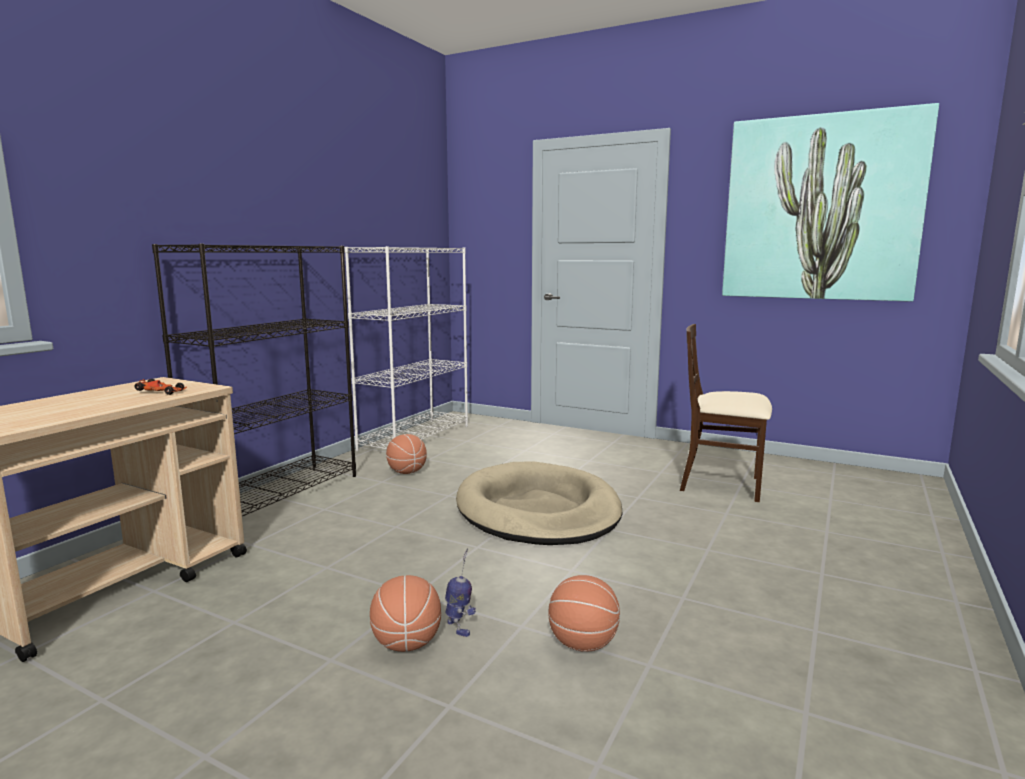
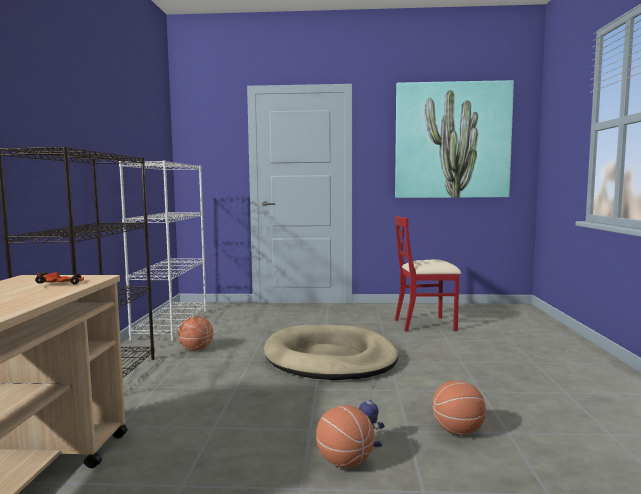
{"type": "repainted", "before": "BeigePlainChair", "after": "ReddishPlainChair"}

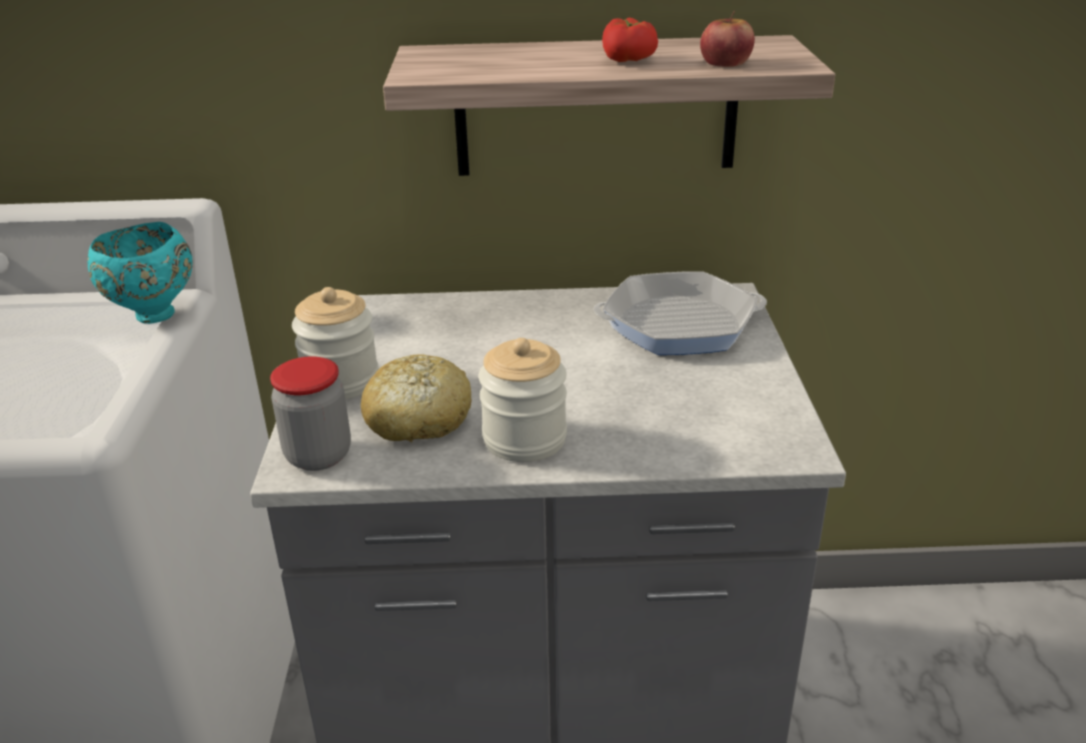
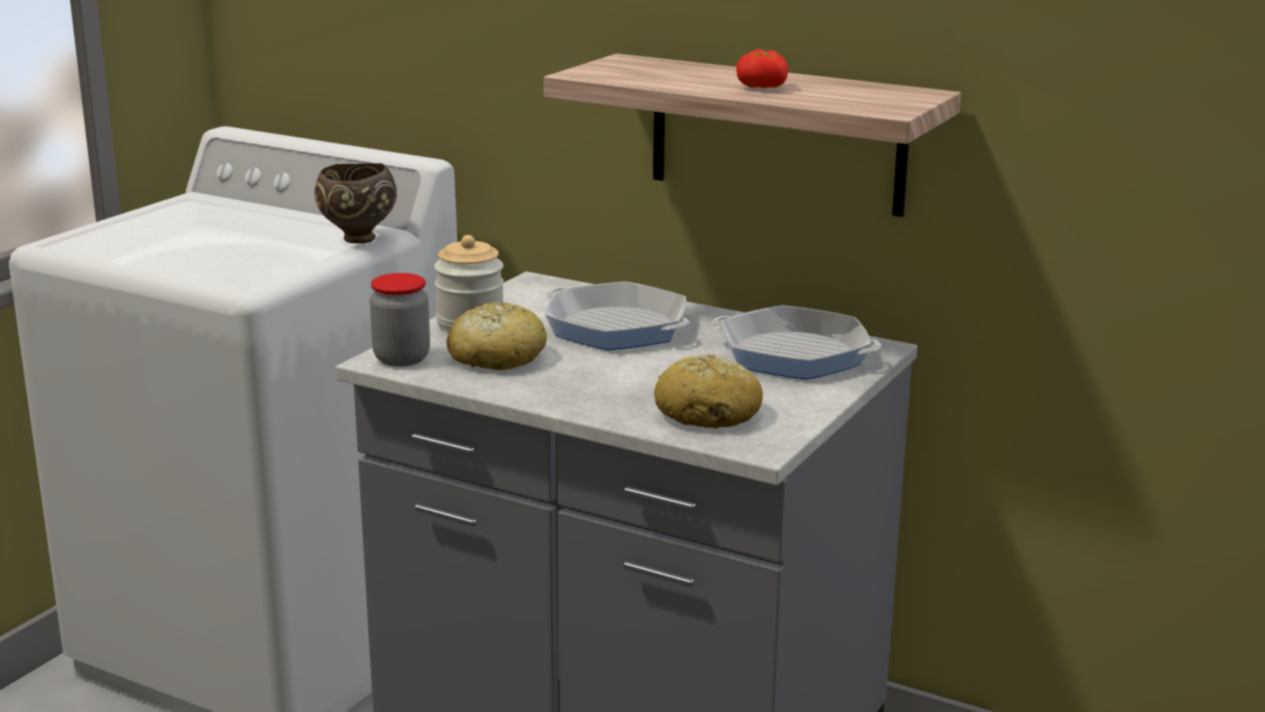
{"type": "gone", "before": "Apple"}
{"type": "repainted", "before": "BlueGreenBowl", "after": "BrownishBowl"}
{"type": "gone", "before": "Jar (no. 3 from left)"}
{"type": "new", "after": "Pan (no. 1 from left)"}
{"type": "new", "after": "BakedBread (no. 2 from left)"}

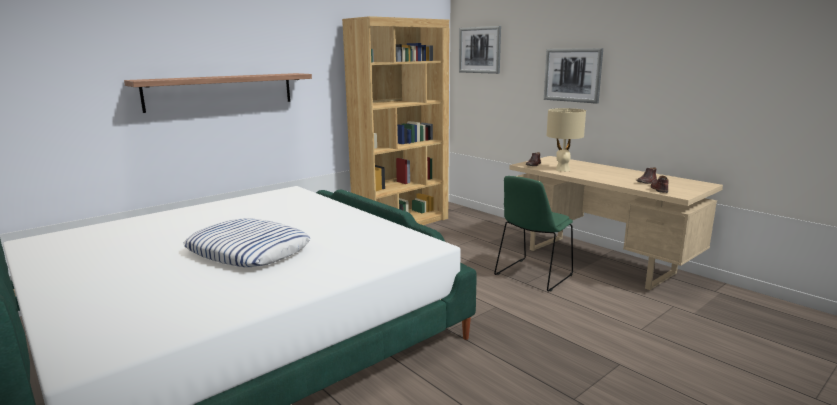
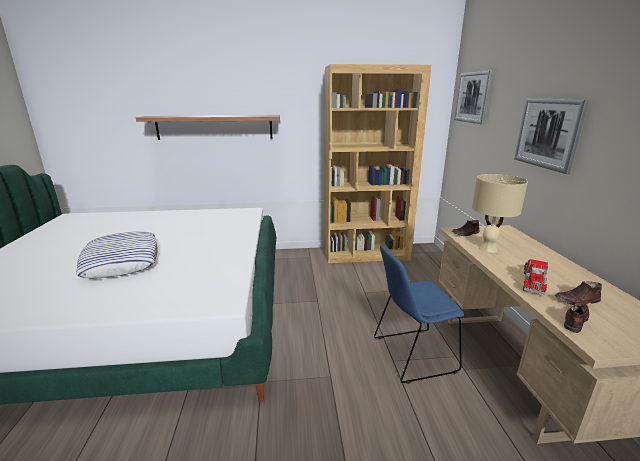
{"type": "repainted", "before": "GreenishPlainChair", "after": "BluishPlainChair"}
{"type": "new", "after": "ToyLorry"}

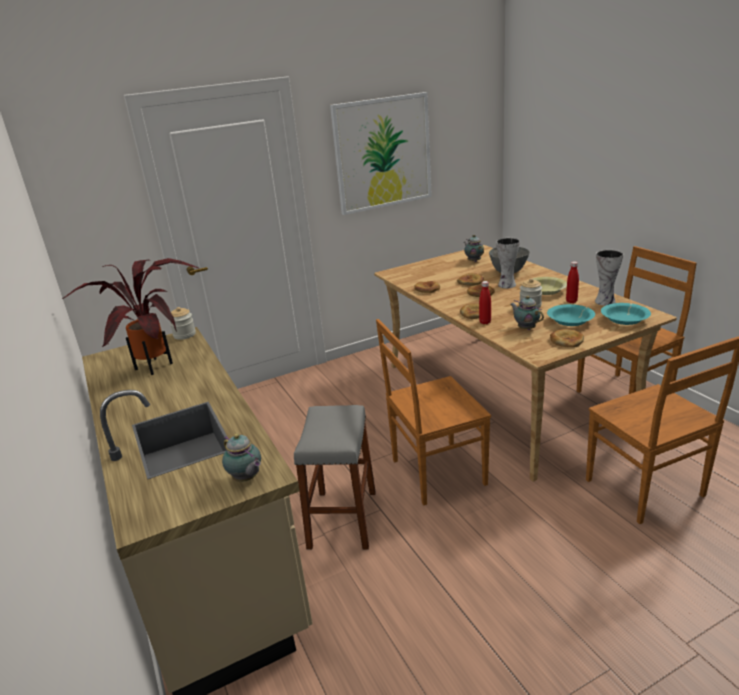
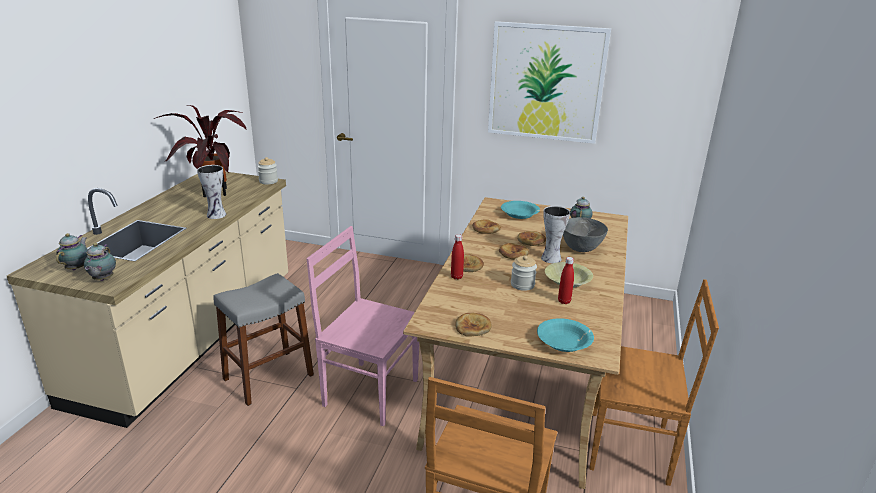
{"type": "shifted", "before": "Vase (no. 2 from left in the first image)", "after": "Vase (no. 1 from left)"}
{"type": "shifted", "before": "Teapot (no. 3 from left in the first image)", "after": "Teapot (no. 1 from left)"}
{"type": "shifted", "before": "BlueGreenBowl (no. 1 from left)"}
{"type": "repainted", "before": "BrownishPlainChair (no. 1 from left)", "after": "PinkPlainChair"}

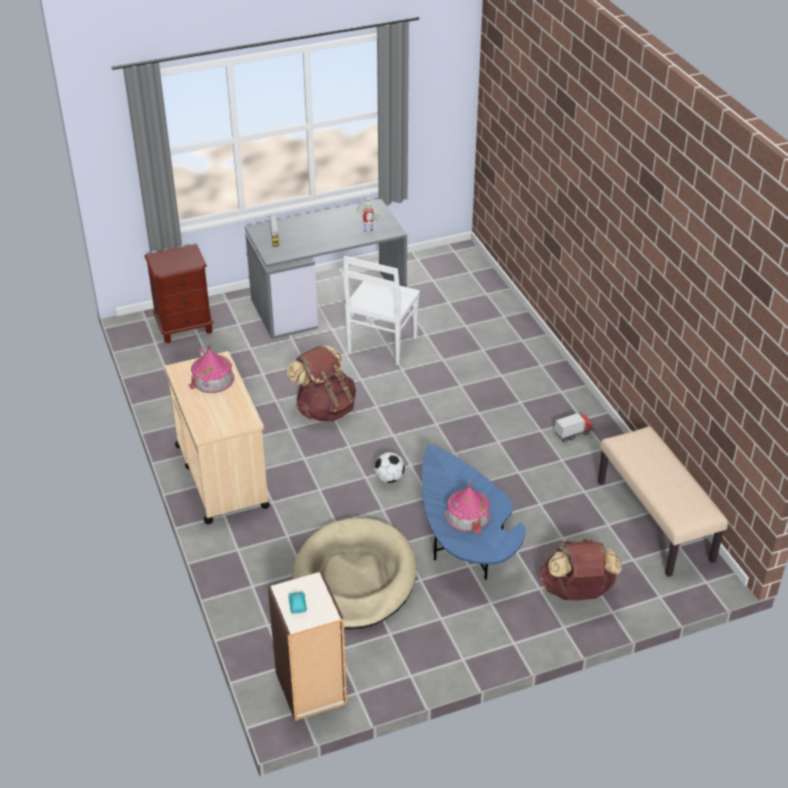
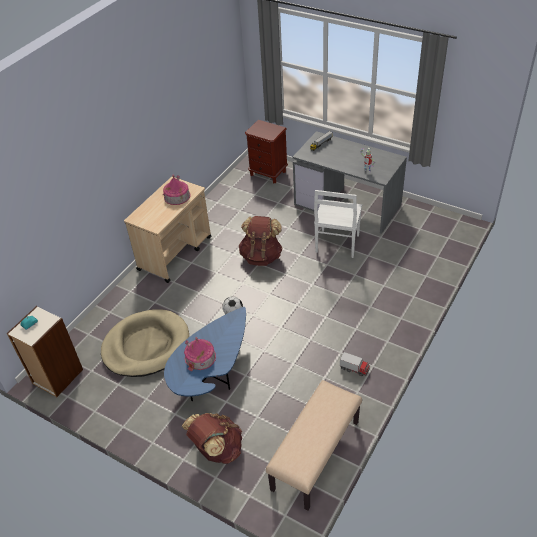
{"type": "rotated", "before": "WhitePlainChair", "turn": -60}

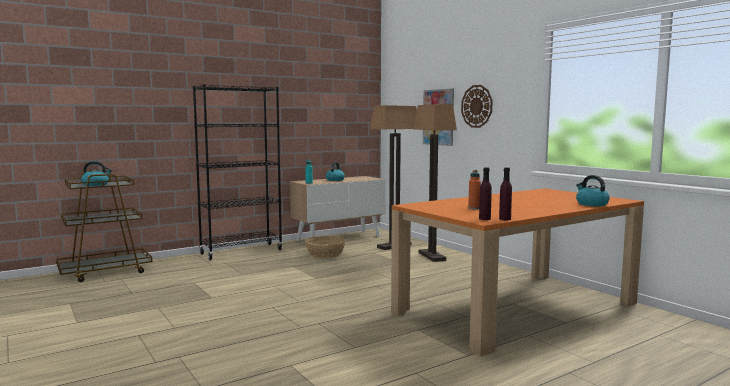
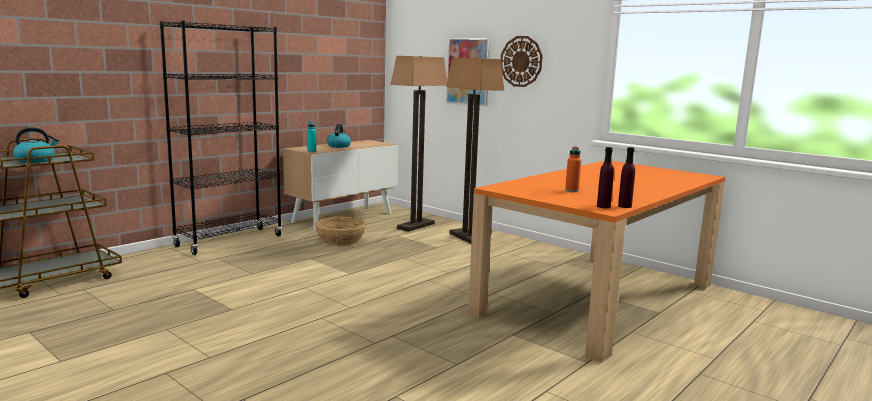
{"type": "gone", "before": "TeaKettle (no. 3 from left)"}

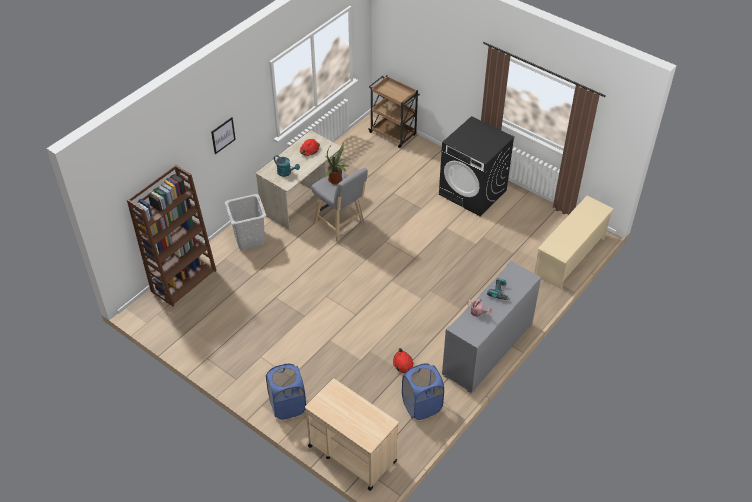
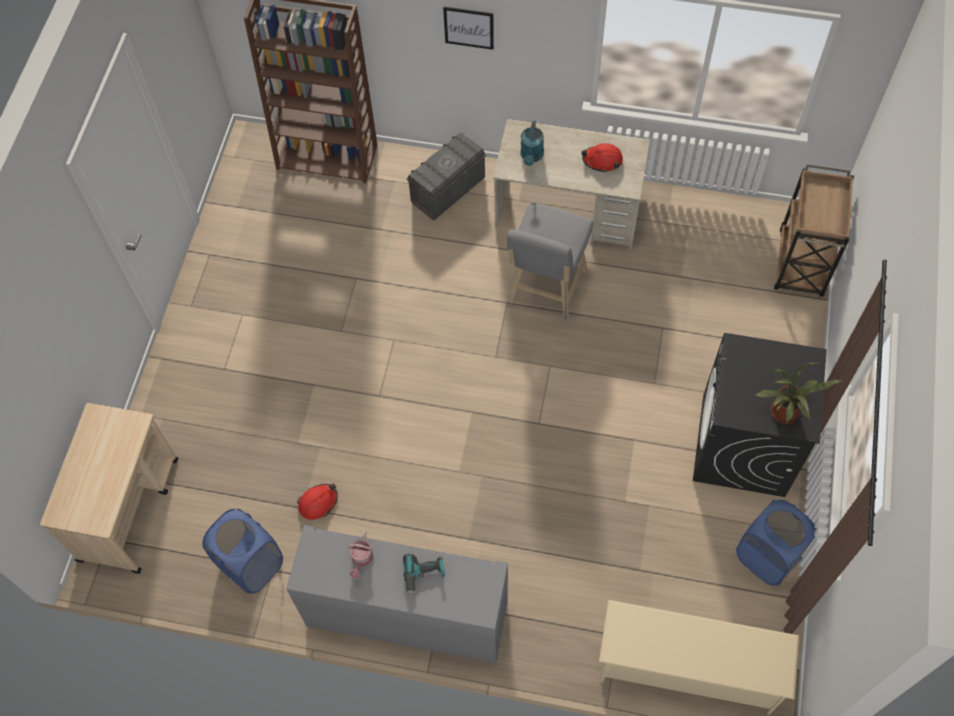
{"type": "shifted", "before": "PottedPlant"}
{"type": "swapped", "before": "GreyishHamper", "after": "GreyishStorageBin"}
{"type": "shifted", "before": "BluishHamper (no. 1 from left in the first image)", "after": "BluishHamper (no. 2 from left)"}

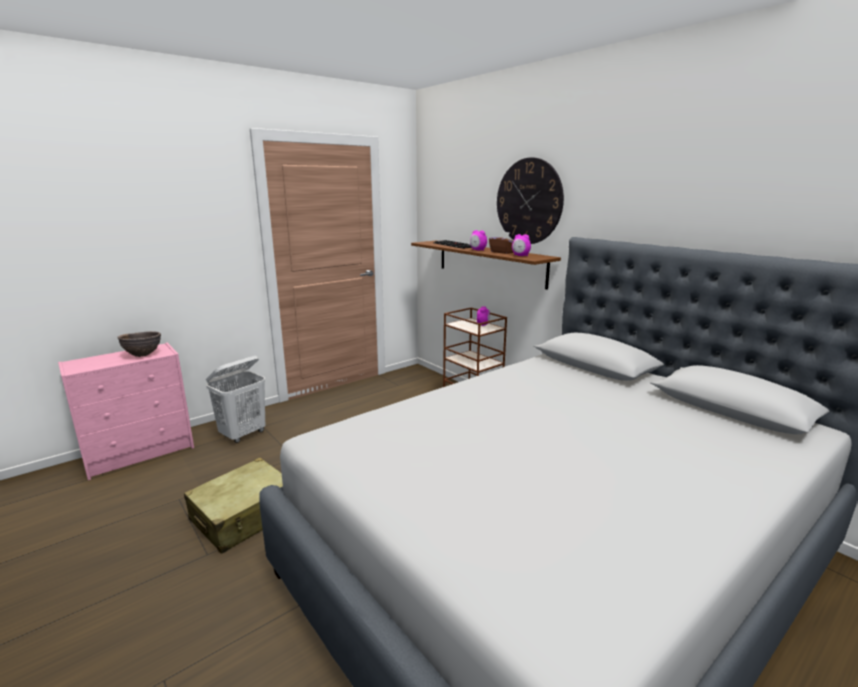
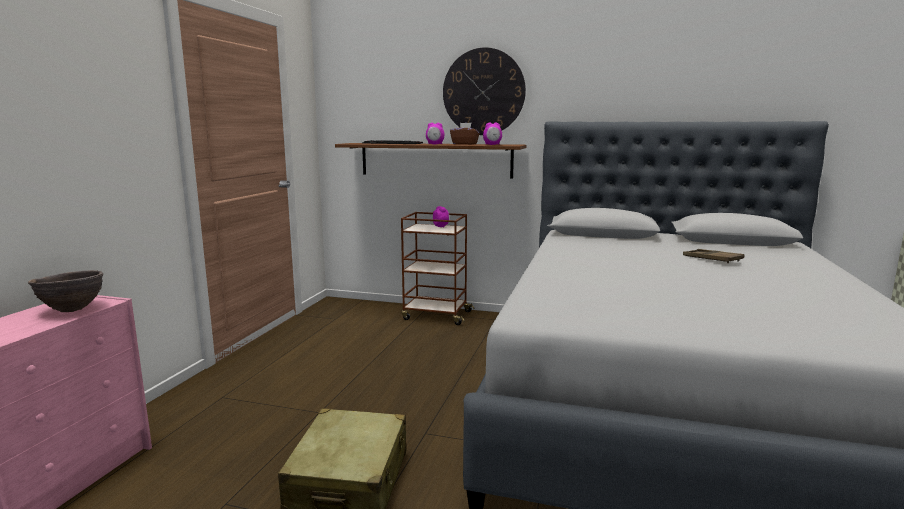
{"type": "gone", "before": "WhiteHamper"}
{"type": "new", "after": "BrownishCarryingTray"}

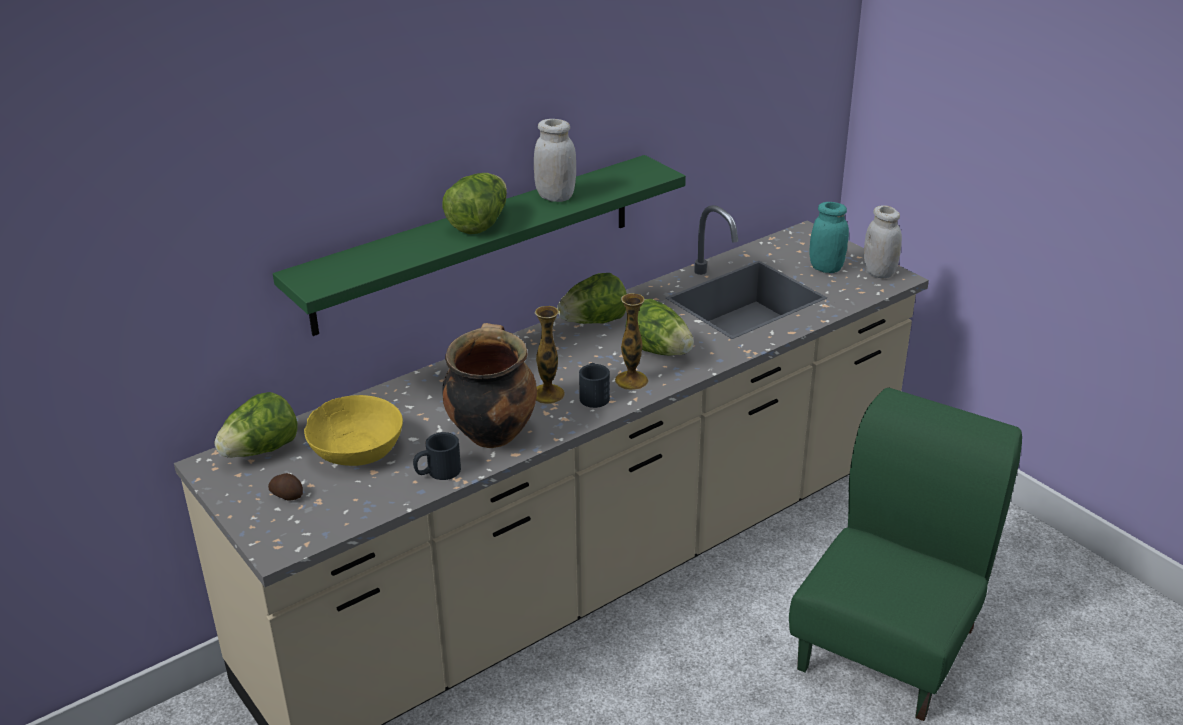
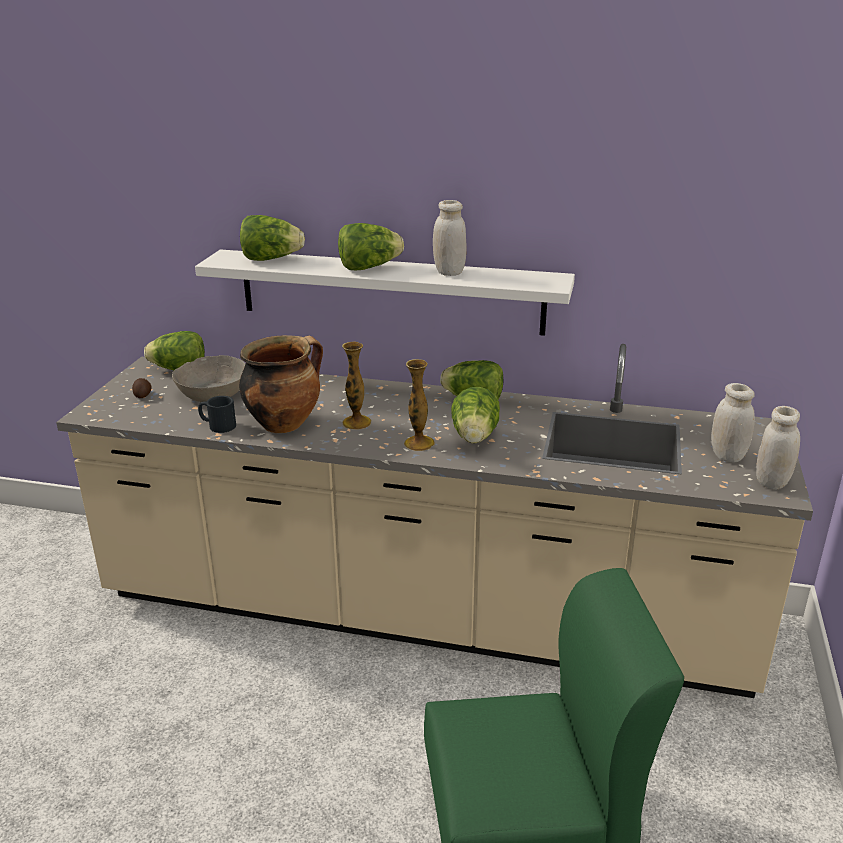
{"type": "repainted", "before": "GreenishBracketShelf", "after": "WhiteBracketShelf"}
{"type": "repainted", "before": "BlueGreenJar", "after": "WhiteJar (no. 2 from left)"}
{"type": "gone", "before": "BlackColouredCoffeeMug (no. 2 from left)"}
{"type": "repainted", "before": "YellowBowl", "after": "GreyishBowl"}
{"type": "new", "after": "LettuceHead (no. 2 from left)"}

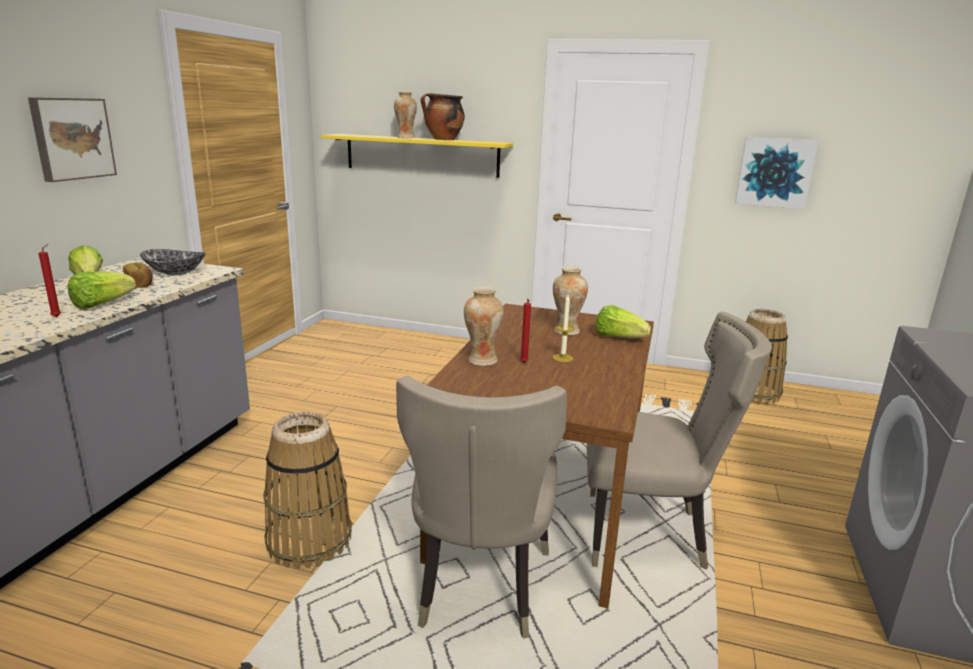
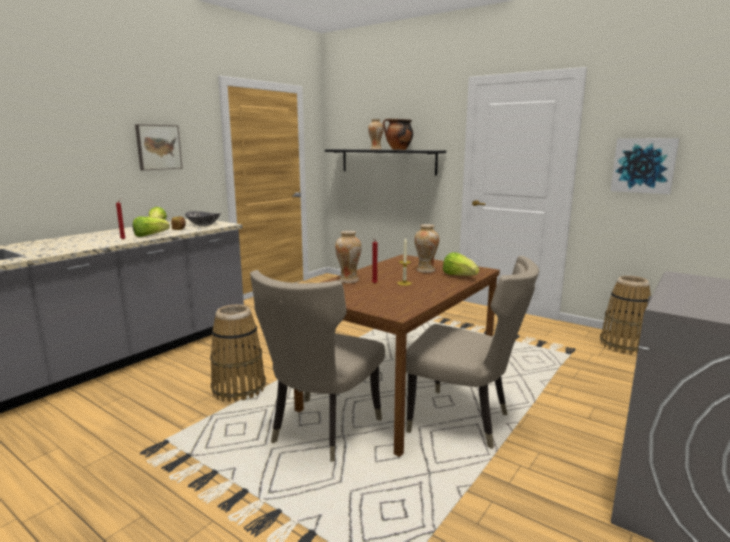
{"type": "repainted", "before": "YellowBracketShelf", "after": "BlackColouredBracketShelf"}

